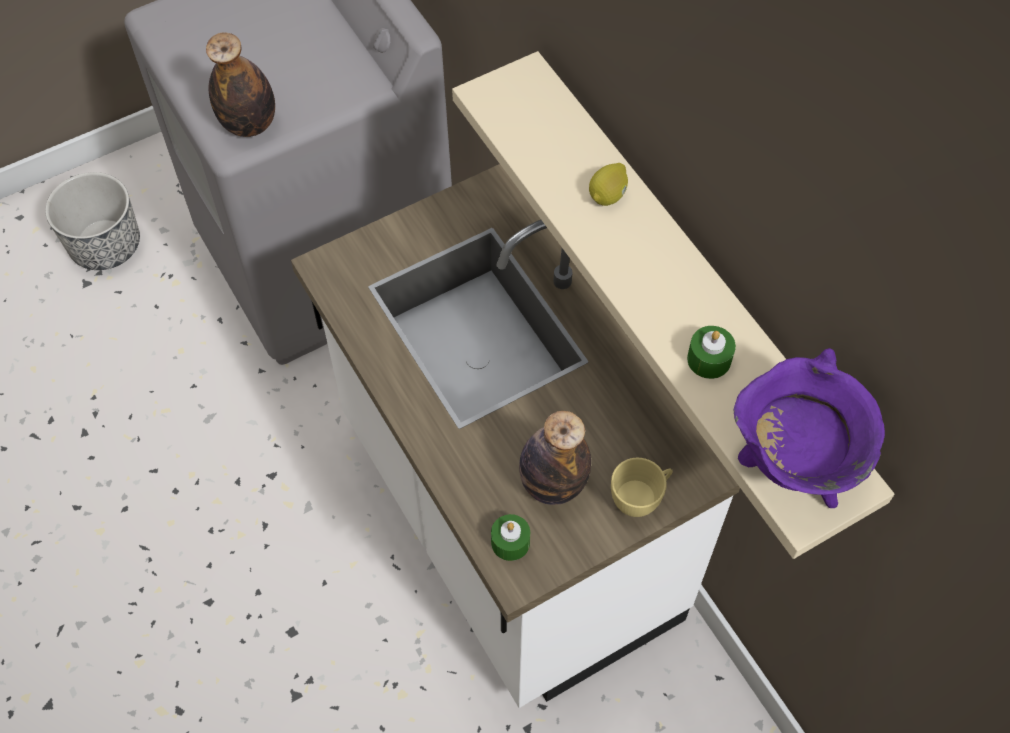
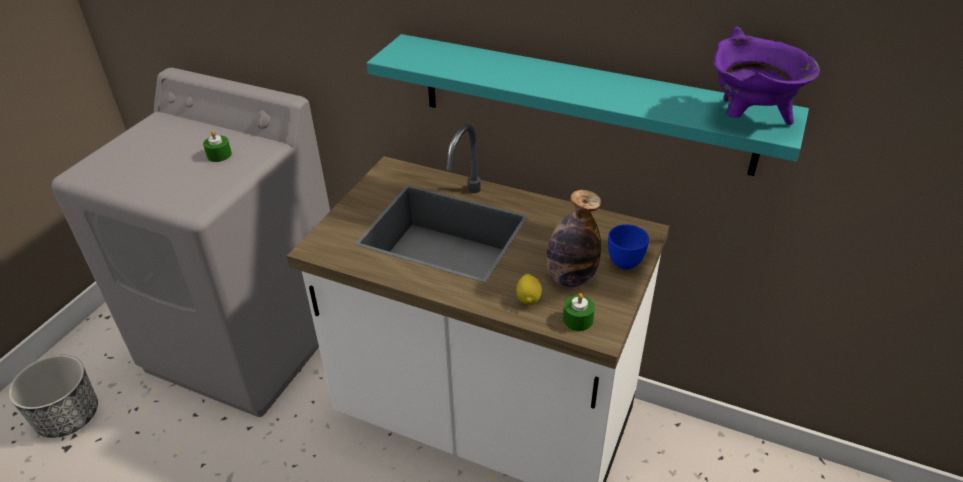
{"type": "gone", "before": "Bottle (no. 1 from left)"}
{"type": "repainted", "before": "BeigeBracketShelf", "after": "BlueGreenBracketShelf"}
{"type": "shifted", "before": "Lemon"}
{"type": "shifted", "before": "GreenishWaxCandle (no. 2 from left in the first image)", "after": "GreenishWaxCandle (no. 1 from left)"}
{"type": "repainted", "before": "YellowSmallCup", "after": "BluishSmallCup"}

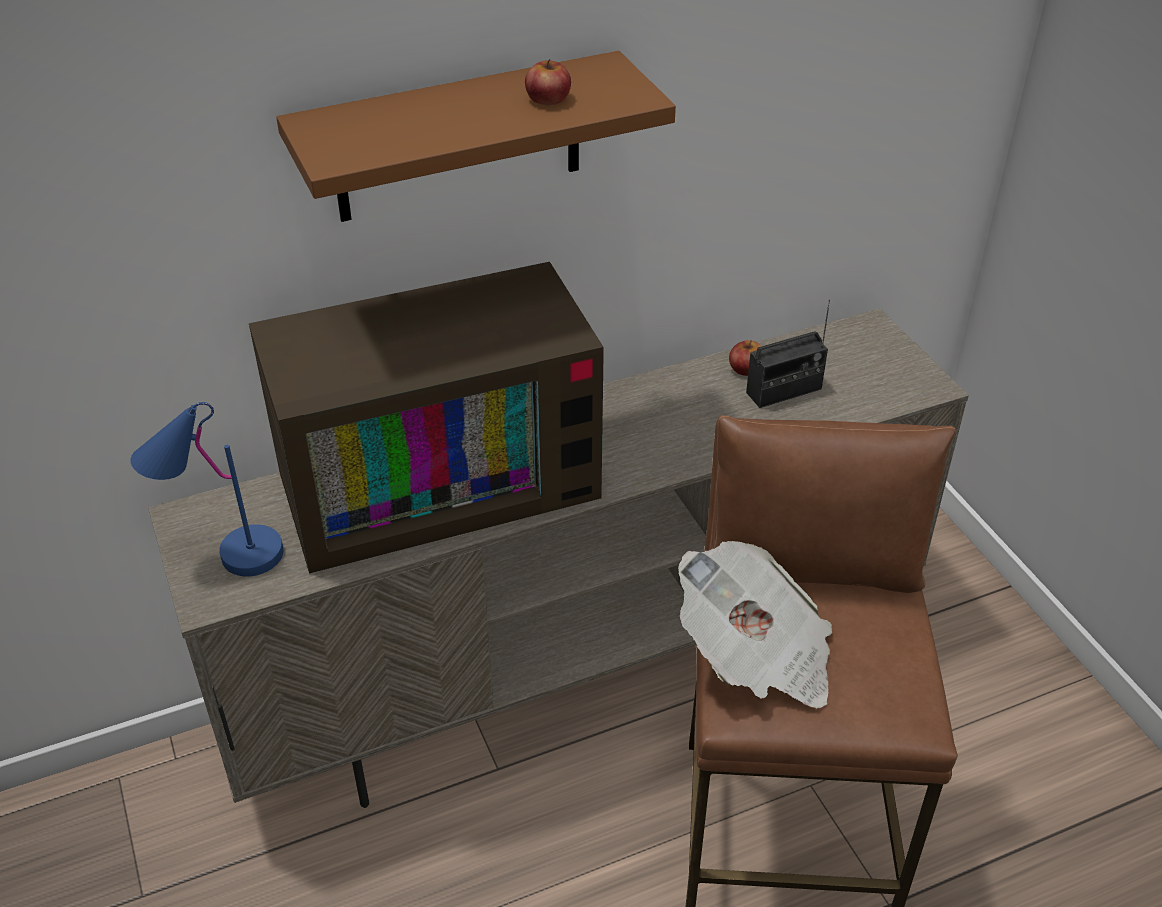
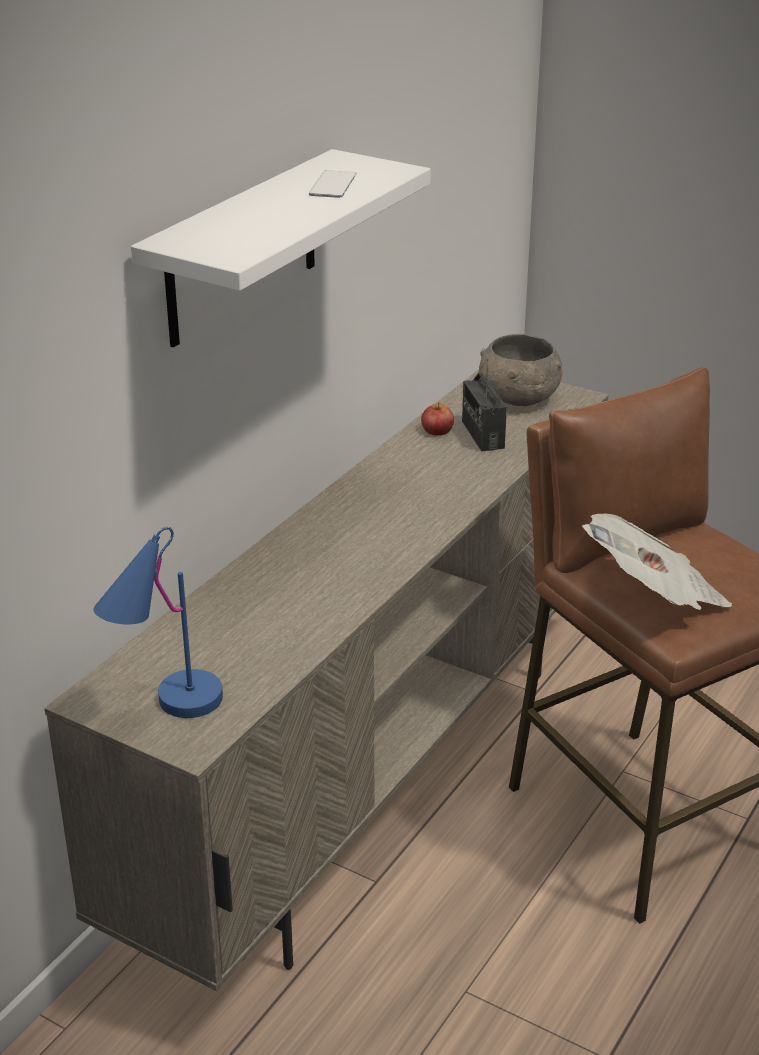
{"type": "repainted", "before": "BrownishBracketShelf", "after": "WhiteBracketShelf"}
{"type": "swapped", "before": "Apple (no. 1 from left)", "after": "Handset"}
{"type": "gone", "before": "Tv"}
{"type": "rotated", "before": "RadioReceiver", "turn": 135}
{"type": "new", "after": "GreyishBowl"}

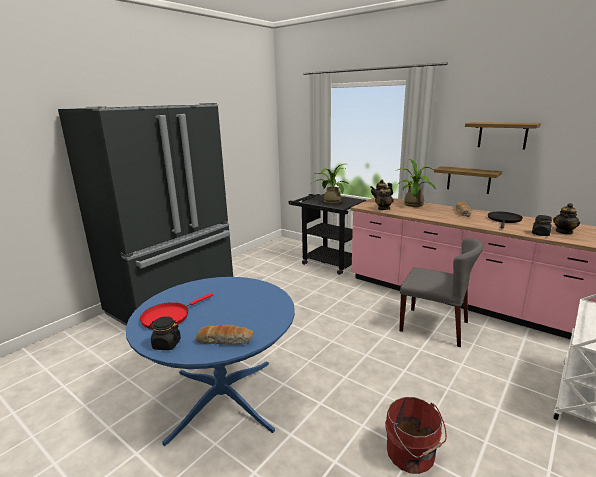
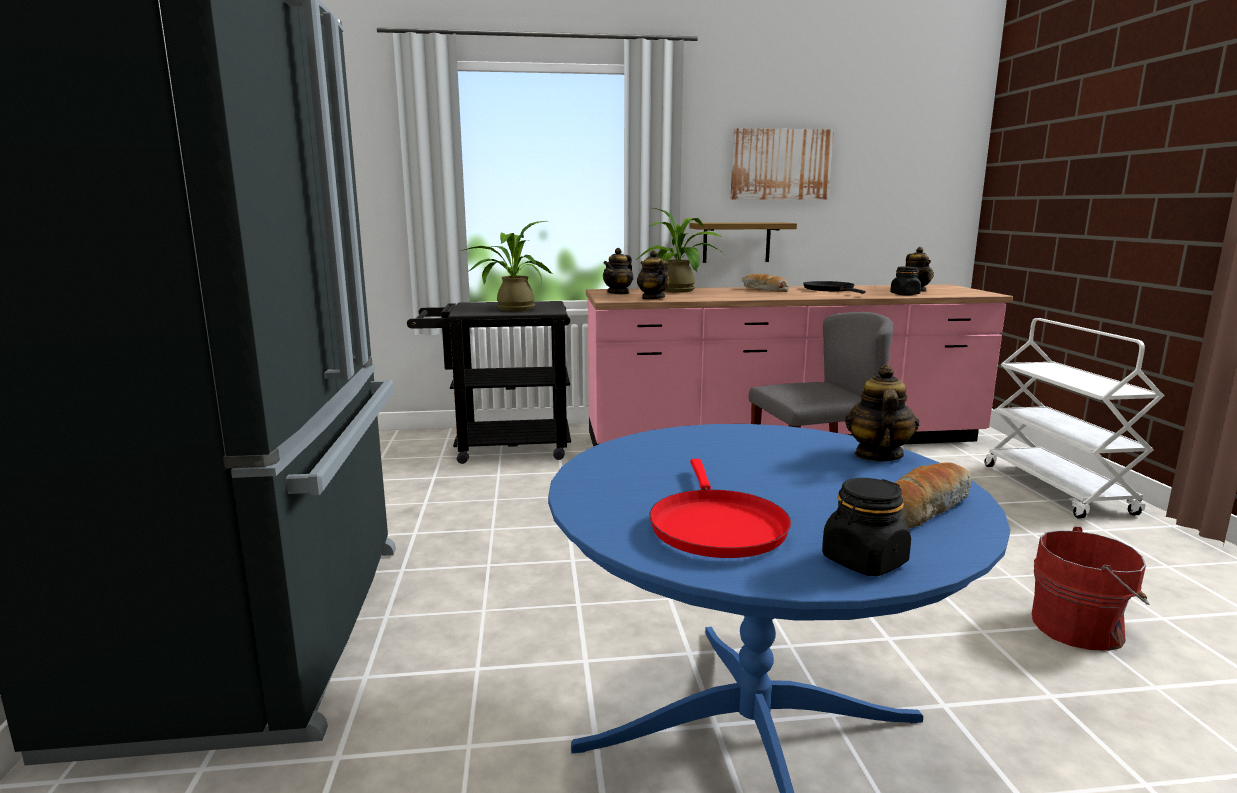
{"type": "swapped", "before": "BracketShelf (no. 2 from left)", "after": "WallArt"}
{"type": "new", "after": "Teapot (no. 3 from left)"}

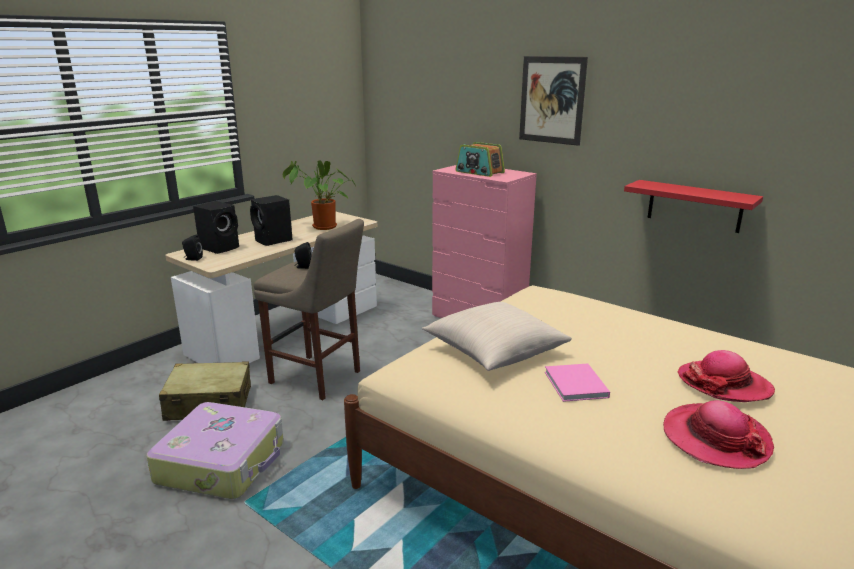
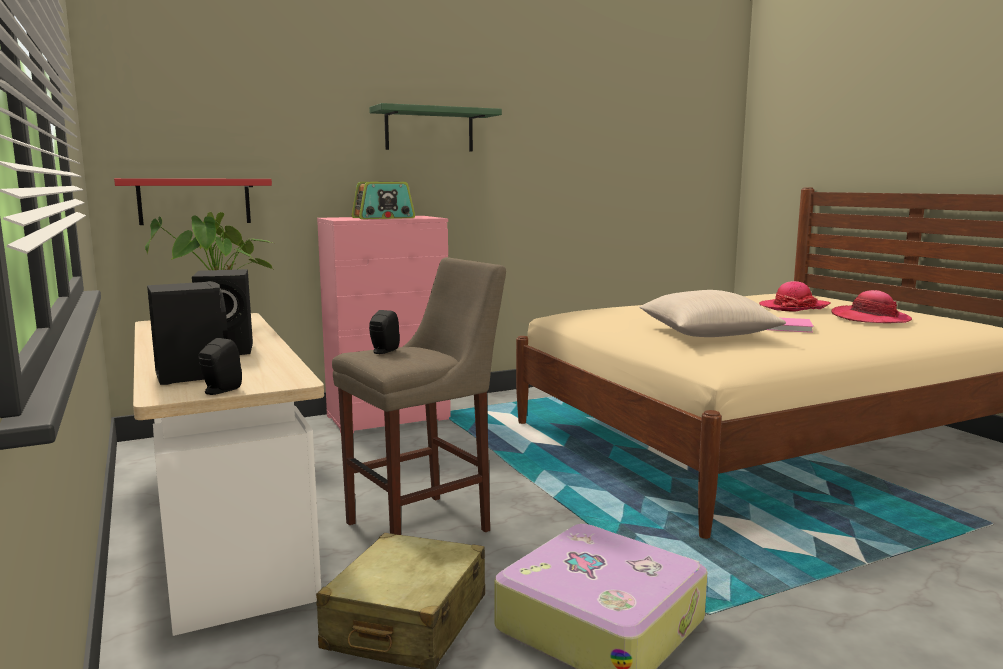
{"type": "swapped", "before": "WallArt", "after": "GreenishBracketShelf"}
{"type": "shifted", "before": "ReddishBracketShelf"}

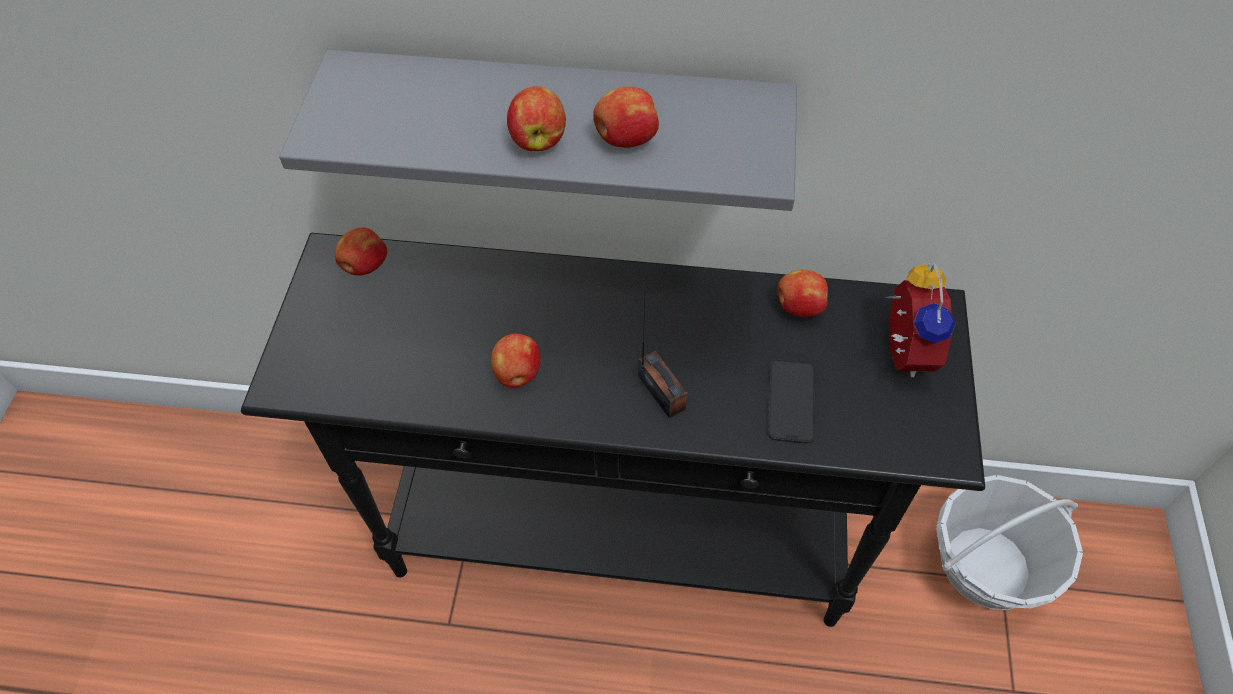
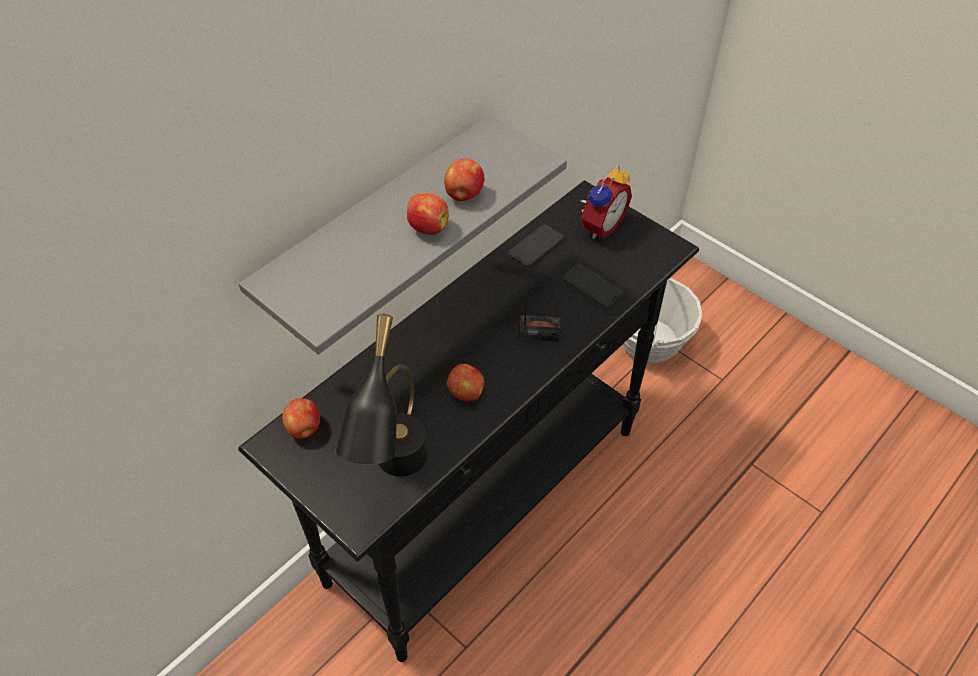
{"type": "rotated", "before": "TableClock", "turn": 90}
{"type": "swapped", "before": "Apple (no. 5 from left)", "after": "Handset (no. 1 from left)"}
{"type": "new", "after": "BlackColouredTabletopLamp"}

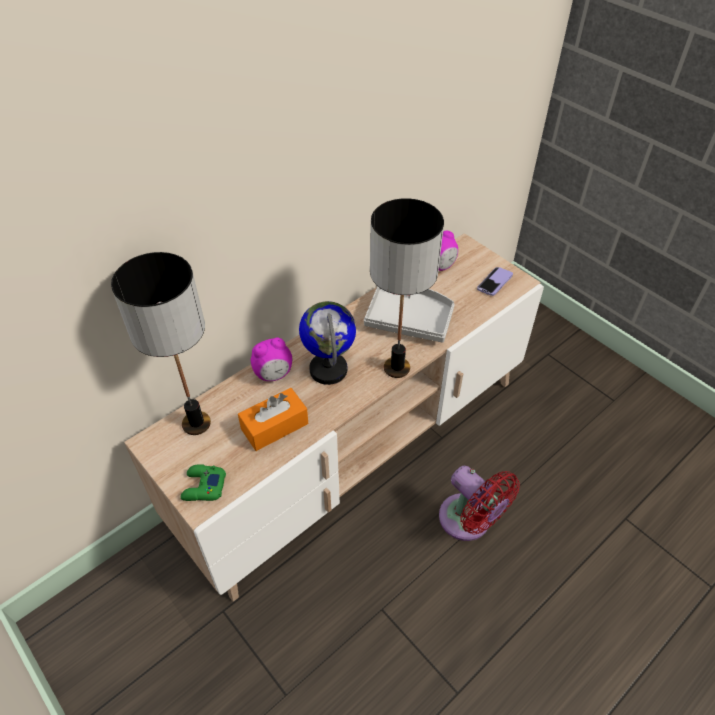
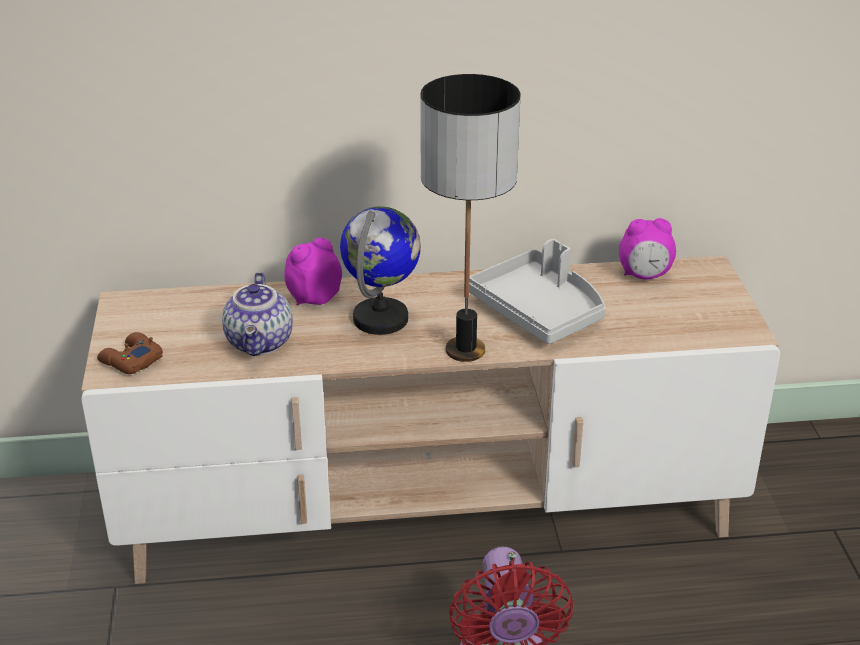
{"type": "gone", "before": "TabletopLamp (no. 1 from left)"}
{"type": "gone", "before": "Handset"}
{"type": "rotated", "before": "TableClock (no. 1 from left)", "turn": 135}
{"type": "swapped", "before": "OrangeyBoxOfTissues", "after": "Teapot"}
{"type": "repainted", "before": "GreenishJoypad", "after": "BrownishJoypad"}

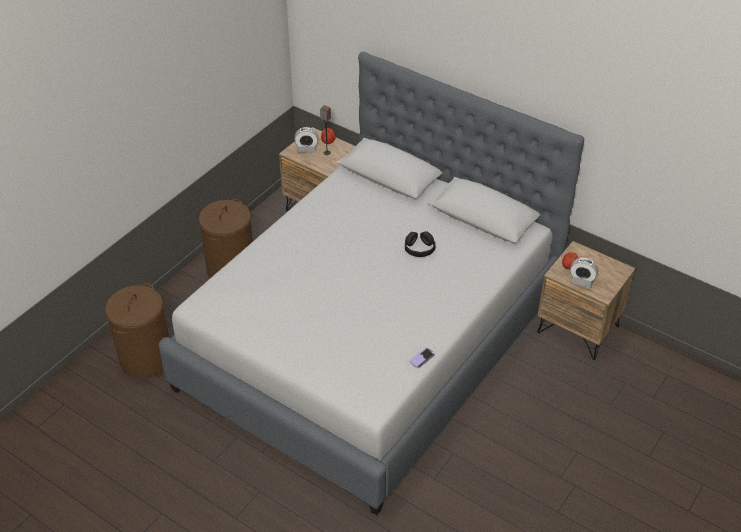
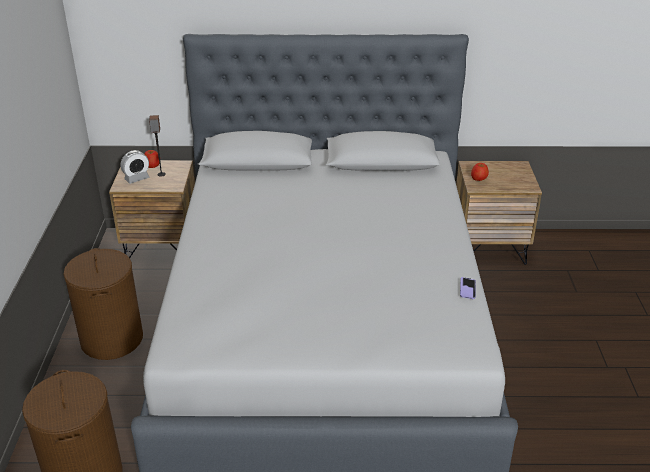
{"type": "gone", "before": "BlackColouredHeadset"}
{"type": "gone", "before": "TableClock (no. 2 from left)"}

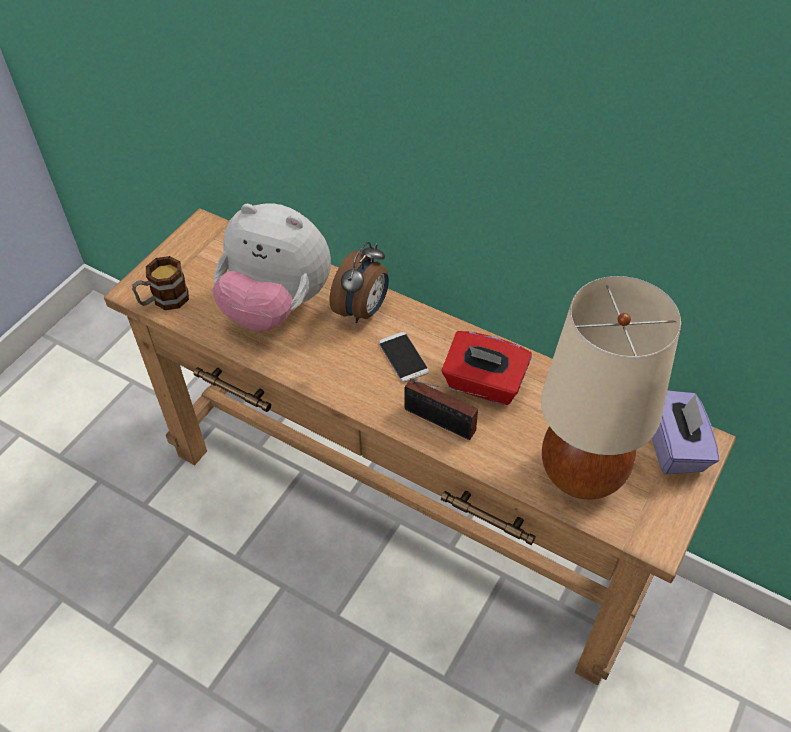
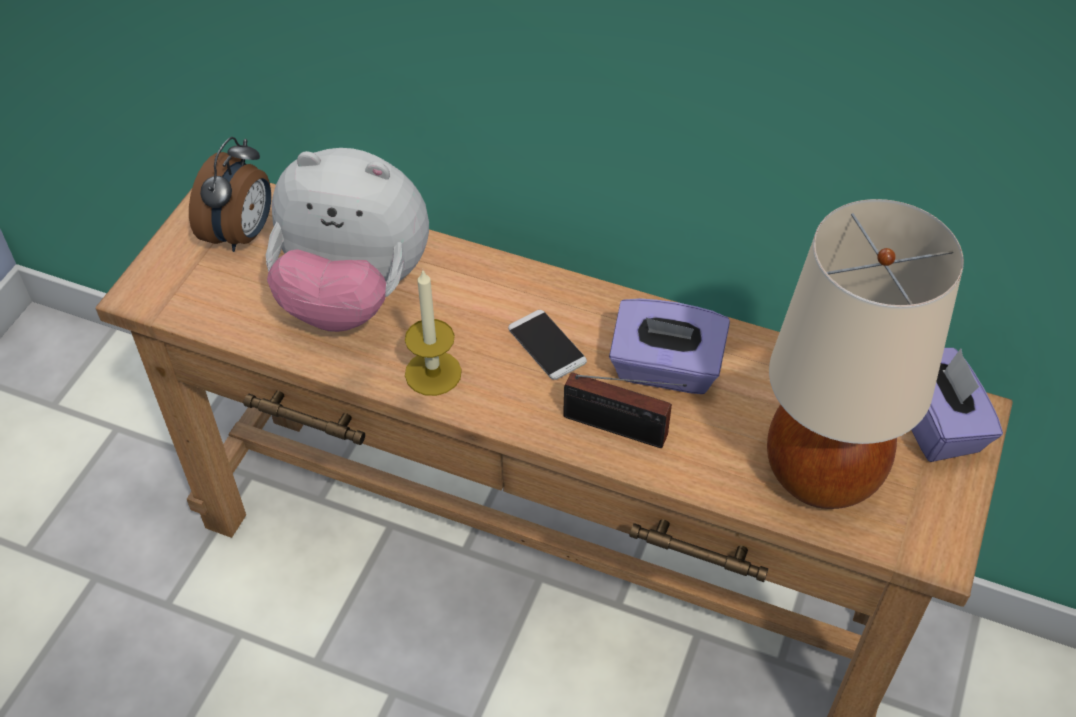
{"type": "shifted", "before": "TableClock"}
{"type": "gone", "before": "CoffeeMug"}
{"type": "repainted", "before": "ReddishBoxOfTissues", "after": "PurpleBoxOfTissues (no. 1 from left)"}
{"type": "new", "after": "WaxCandle"}

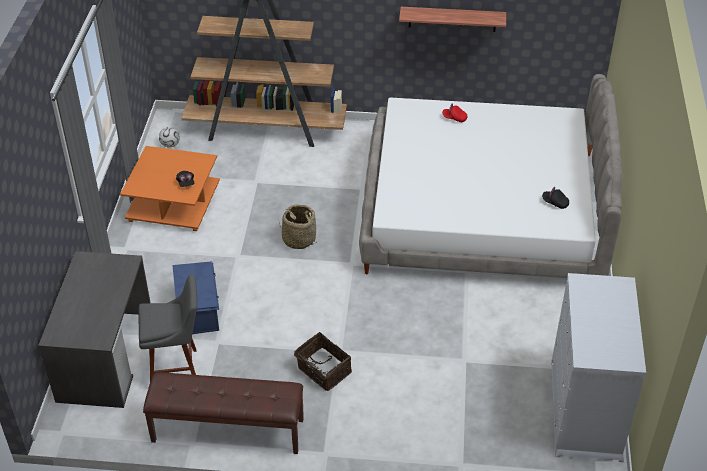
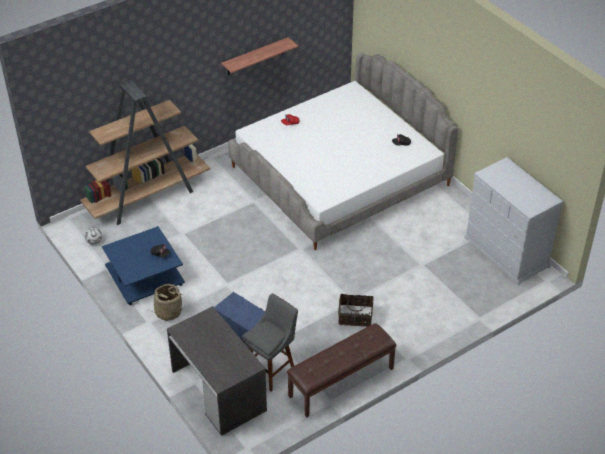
{"type": "repainted", "before": "OrangeyLoungeTable", "after": "BluishLoungeTable"}
{"type": "shifted", "before": "HouseholdBasket (no. 1 from left)"}

